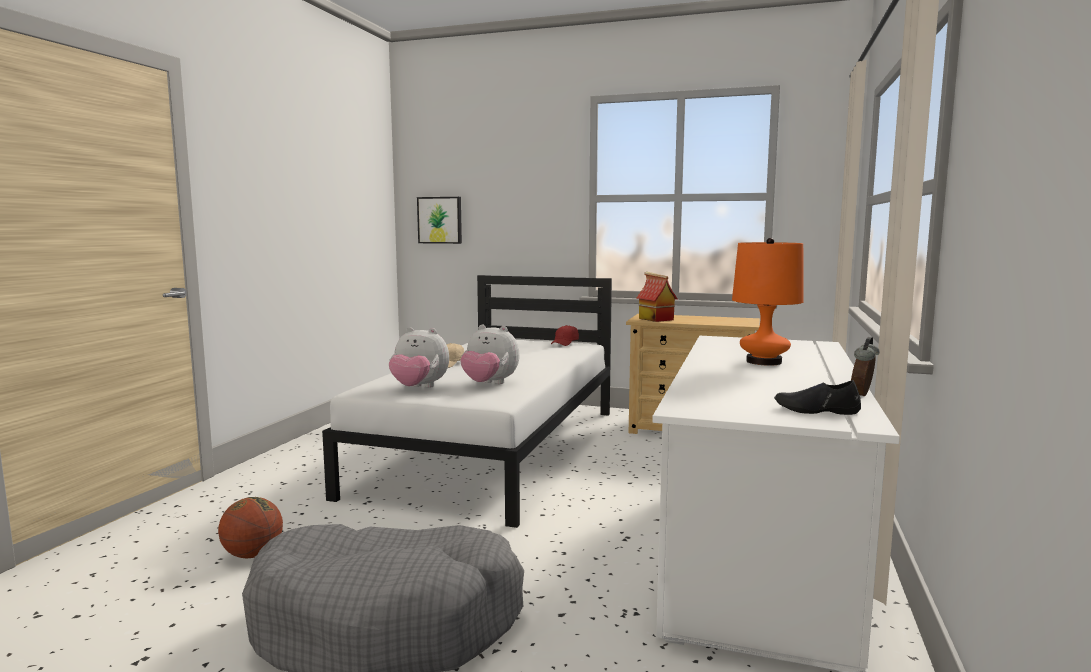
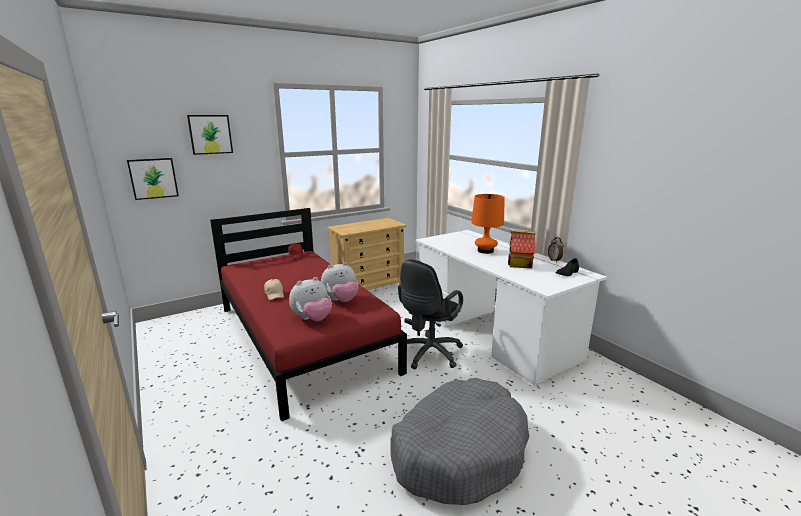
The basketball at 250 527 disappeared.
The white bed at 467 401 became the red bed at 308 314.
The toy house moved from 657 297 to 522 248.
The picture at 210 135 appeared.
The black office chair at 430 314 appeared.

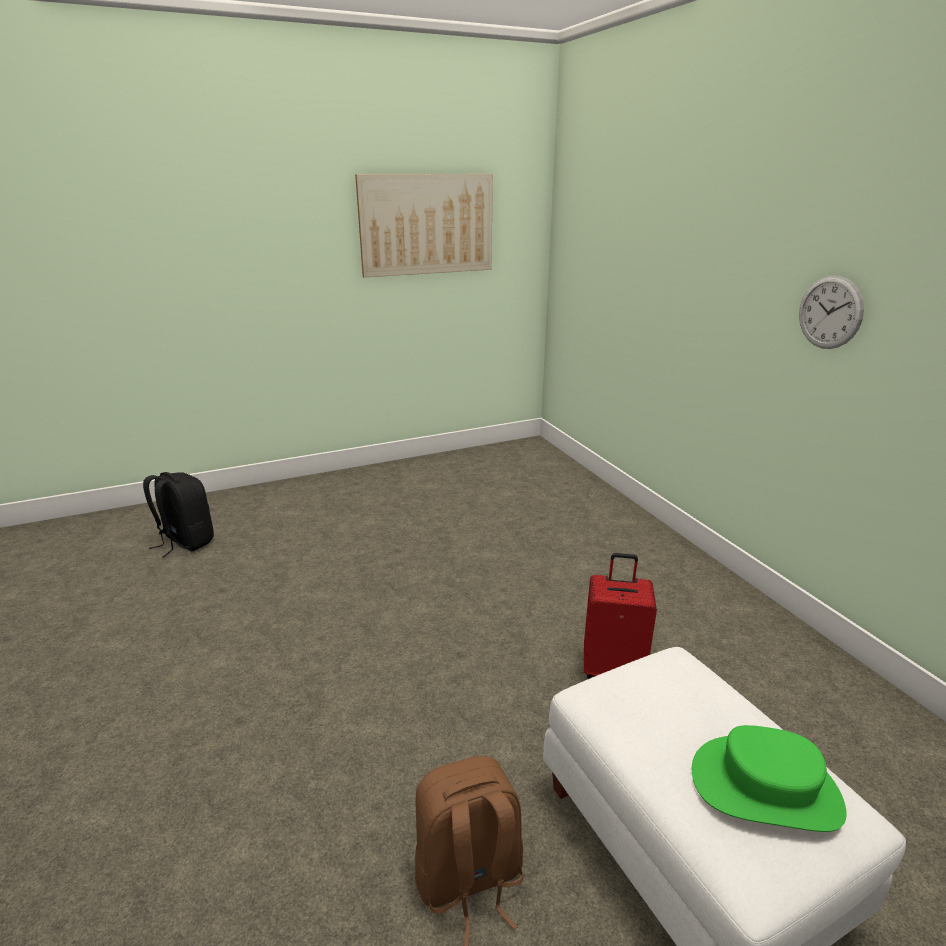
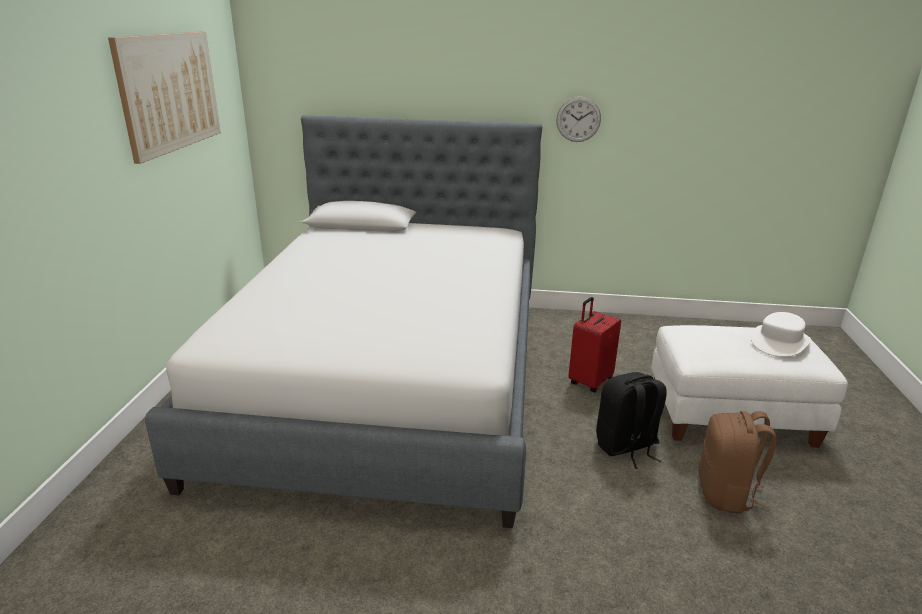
The black backpack moved from 178 515 to 631 420.
The green hat at 769 778 became the white hat at 781 334.
The bed at 343 321 appeared.

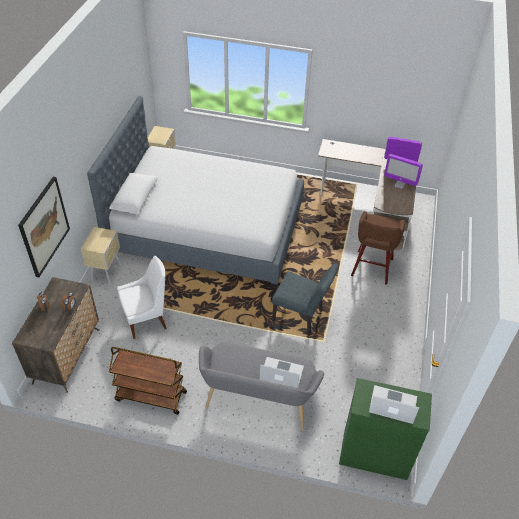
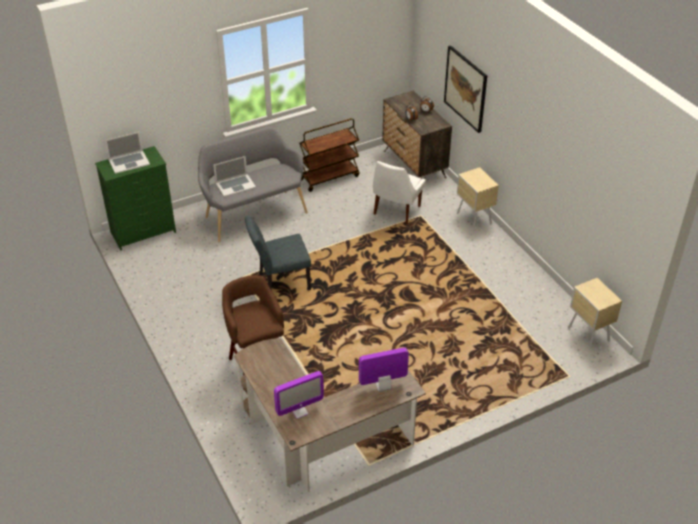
The bed at 195 192 disappeared.
The monitor moved from 403 171 to 384 369.

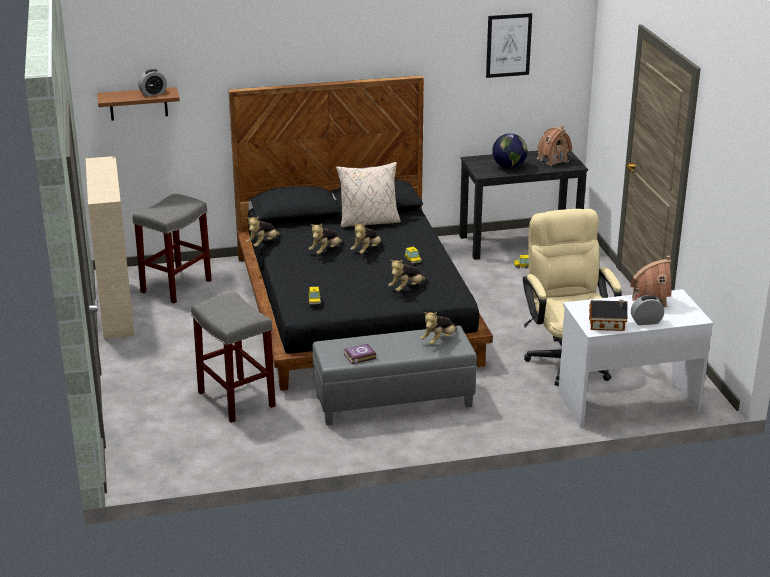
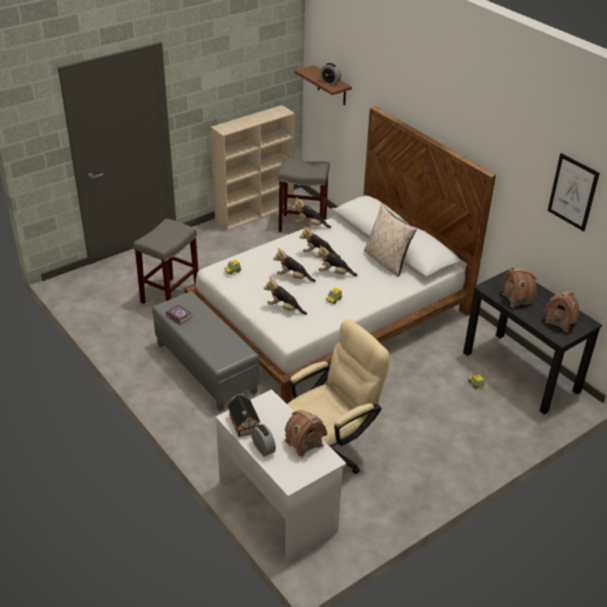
The black bed at 360 233 became the white bed at 340 254.
The plush toy moved from 438 328 to 294 265.
The globe at 510 151 was replaced by the toy house at 519 287.

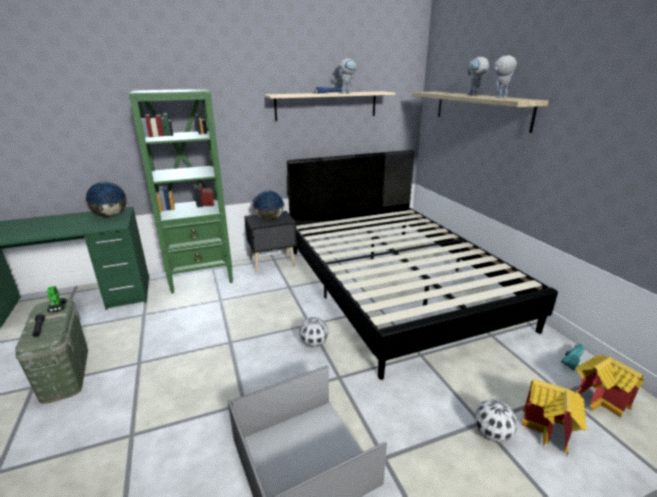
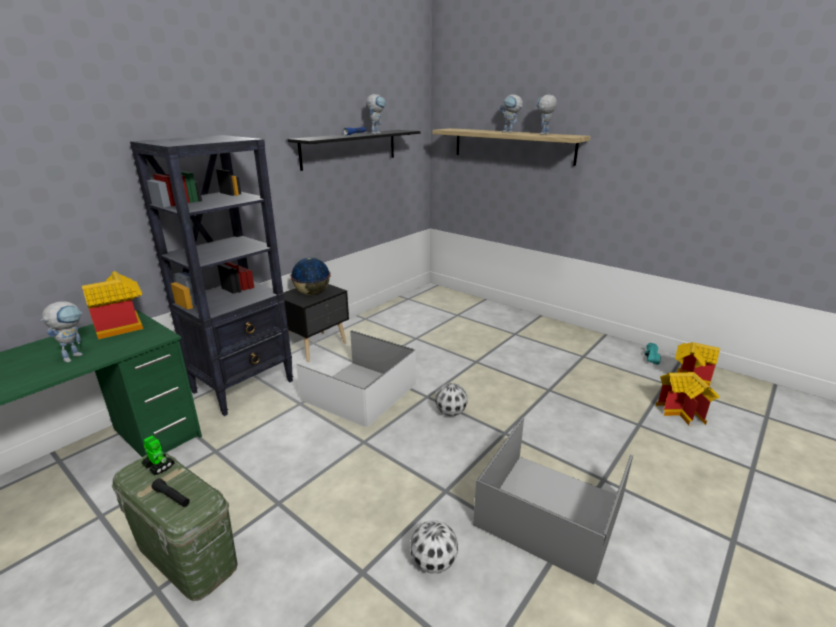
The globe at 106 199 was replaced by the toy house at 112 305.
The green bookcase at 181 191 became the black bookcase at 211 275.
The beige shelf at 329 106 became the black shelf at 354 150.
The black bed at 422 265 disappeared.
The football moved from 495 420 to 434 547.
The toy robot at 61 332 appeared.
The white storage box at 356 378 appeared.

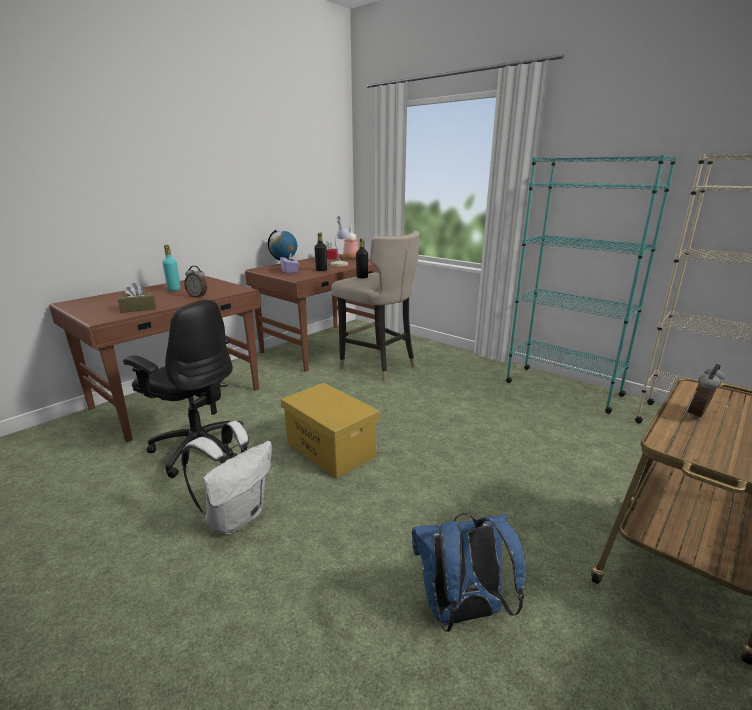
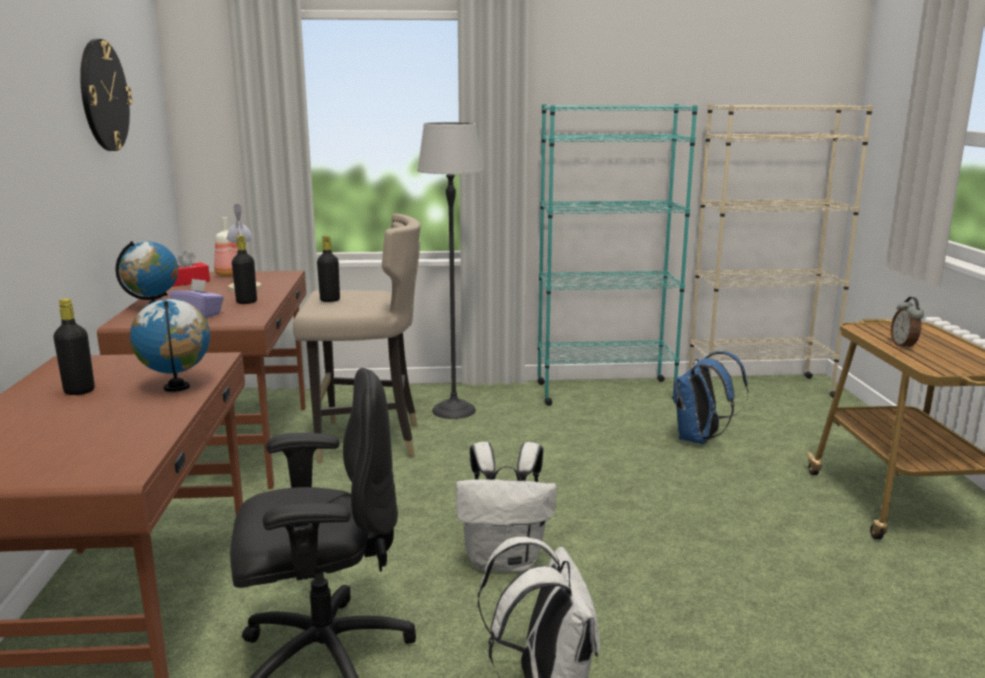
The brown tissue box at 137 298 disappeared.
The turquoise bottle at 171 268 became the black bottle at 74 346.
The alarm clock at 195 282 was replaced by the globe at 170 345.
The yellow storage box at 330 431 was replaced by the white backpack at 506 507.
The blue backpack moved from 469 572 to 711 397.
The wall clock at 106 95 appeared.
The floor lamp at 450 270 appeared.

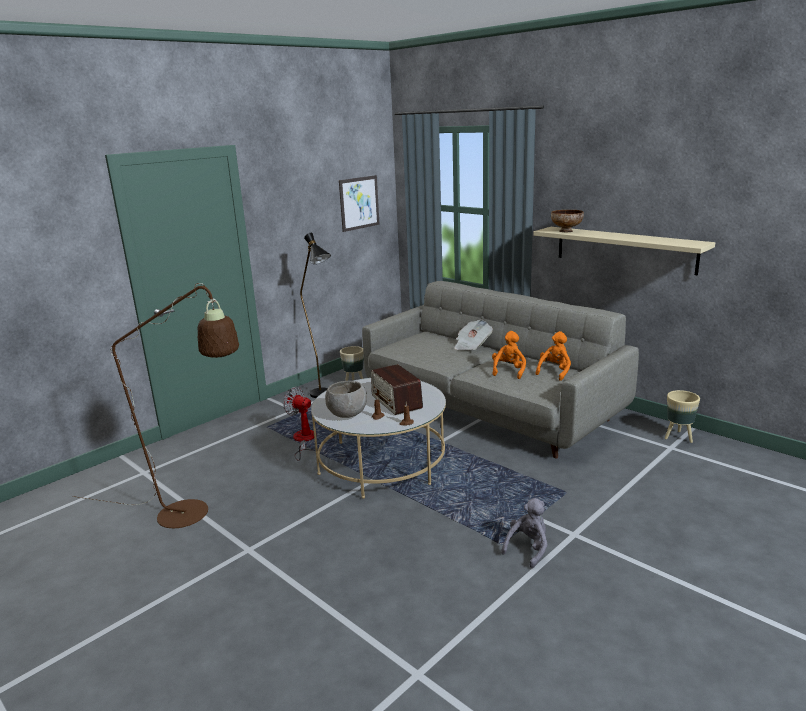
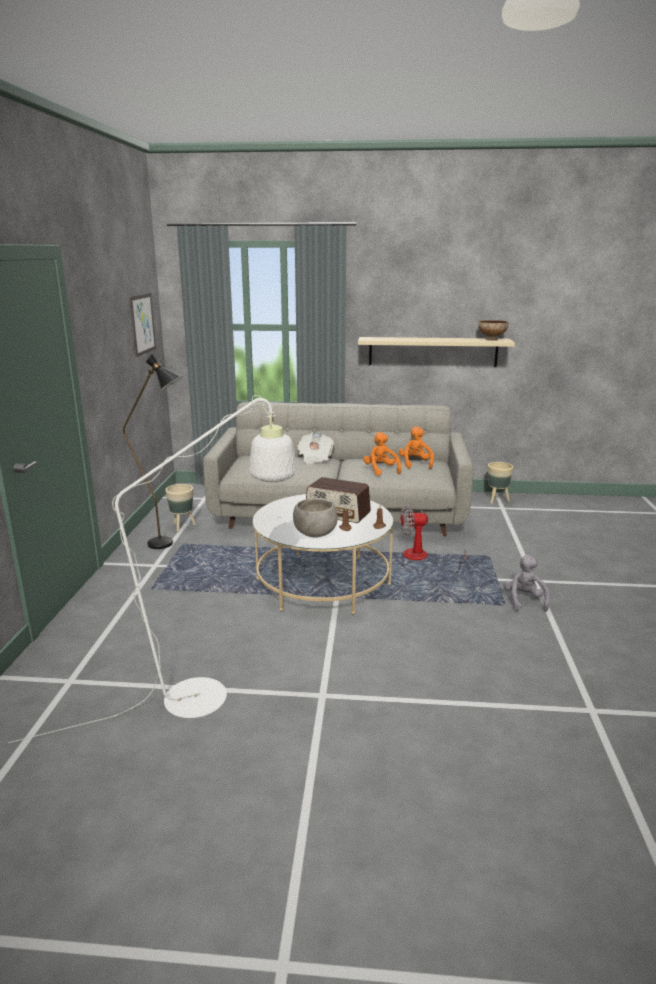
The brown floor lamp at 156 405 became the white floor lamp at 152 569.
The fan moved from 298 424 to 433 539.
The bowl moved from 567 221 to 493 330.

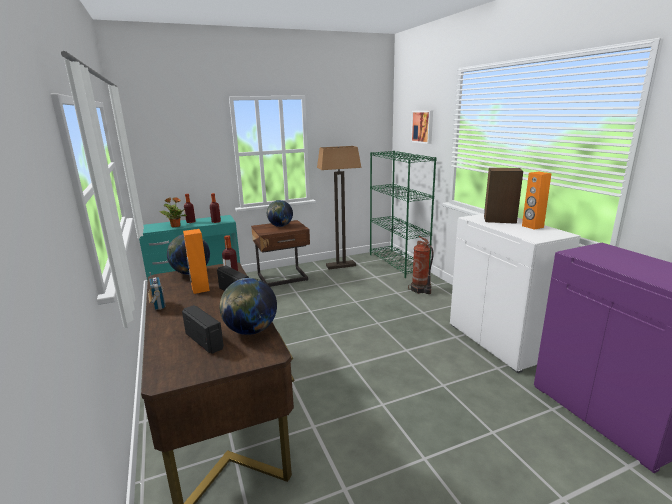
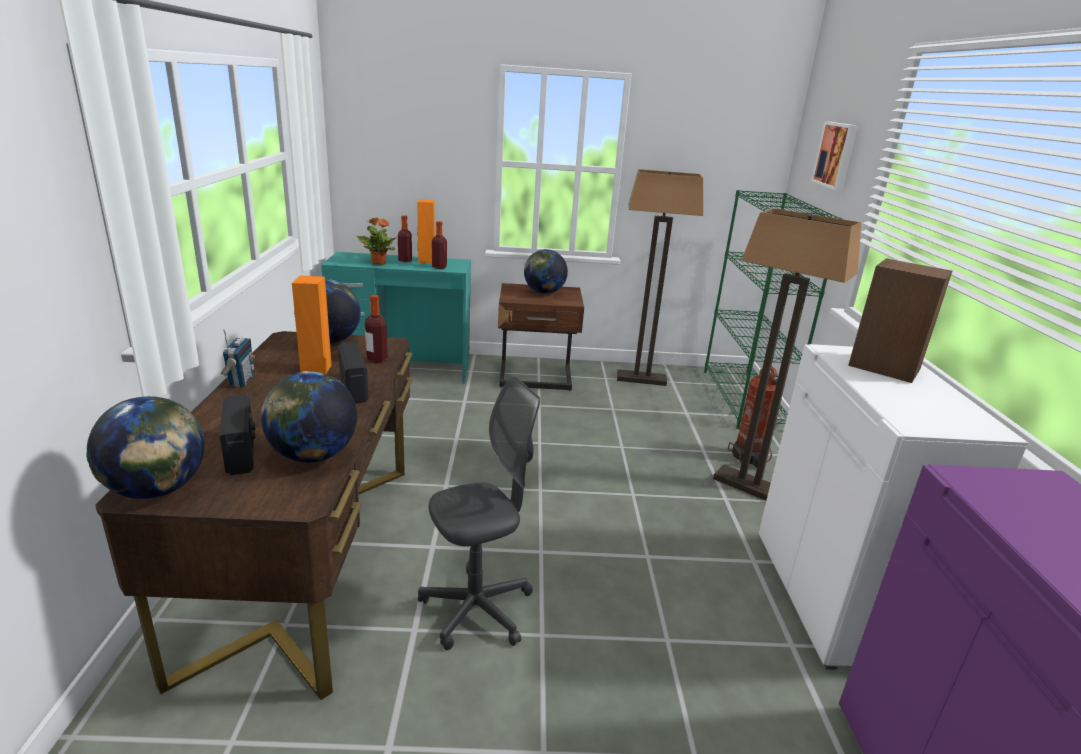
The orange speaker moved from 537 201 to 426 231.
The globe at 145 447 appeared.
The grey office chair at 479 513 appeared.
The floor lamp at 787 354 appeared.

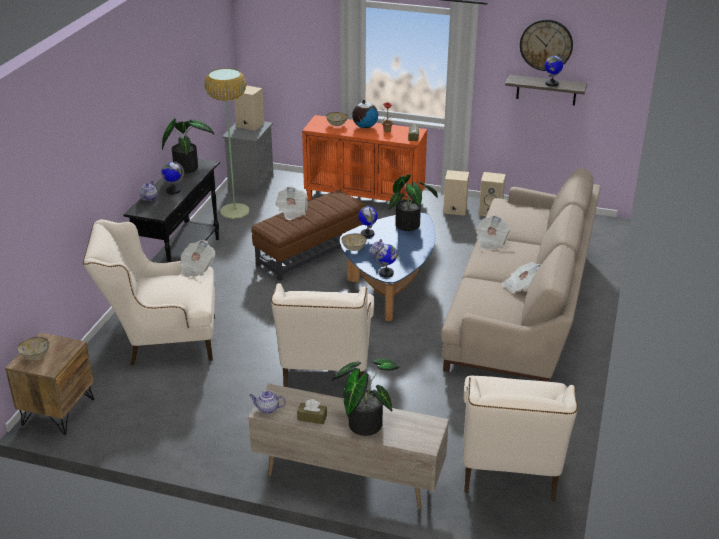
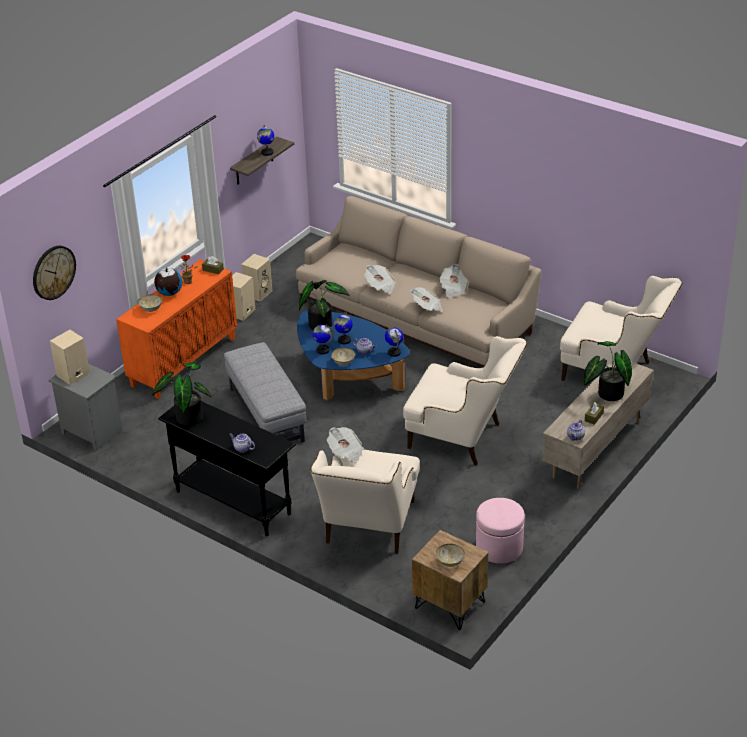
The globe moved from 172 177 to 343 328.
The floor lamp at 226 143 disappeared.
The brown ottoman at 308 235 became the grey ottoman at 265 392.
The newspaper moved from 292 203 to 426 299.
The wall clock moved from 546 45 to 54 273.
The pink ottoman at 500 531 appeared.

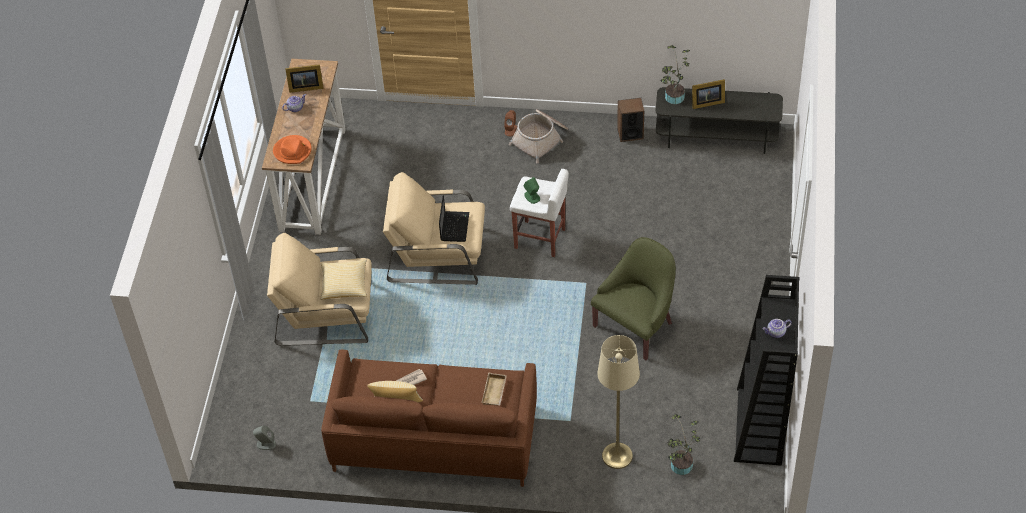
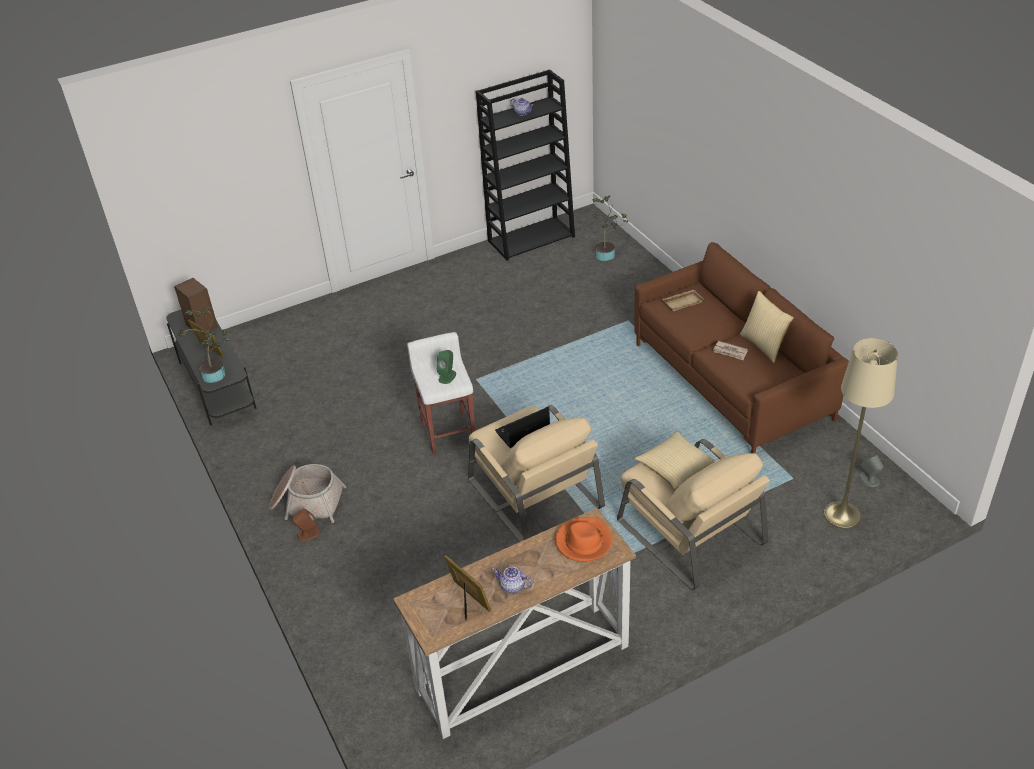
The green armchair at 633 298 disappeared.
The beige floor lamp moved from 618 402 to 861 433.
The speaker moved from 630 120 to 196 305.

